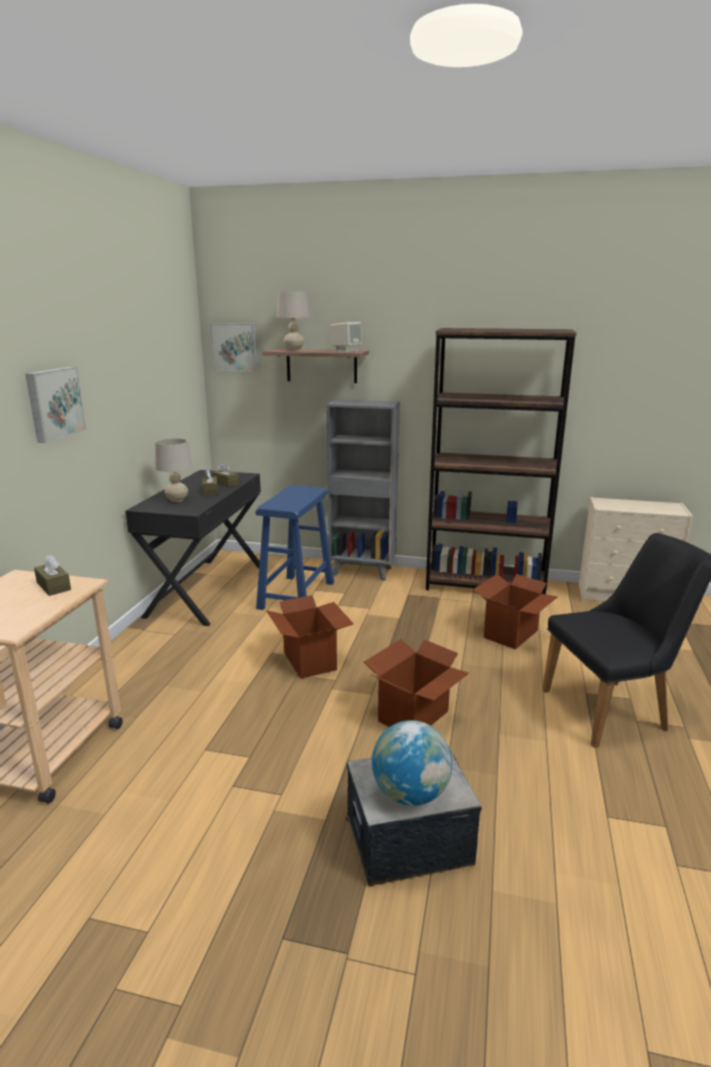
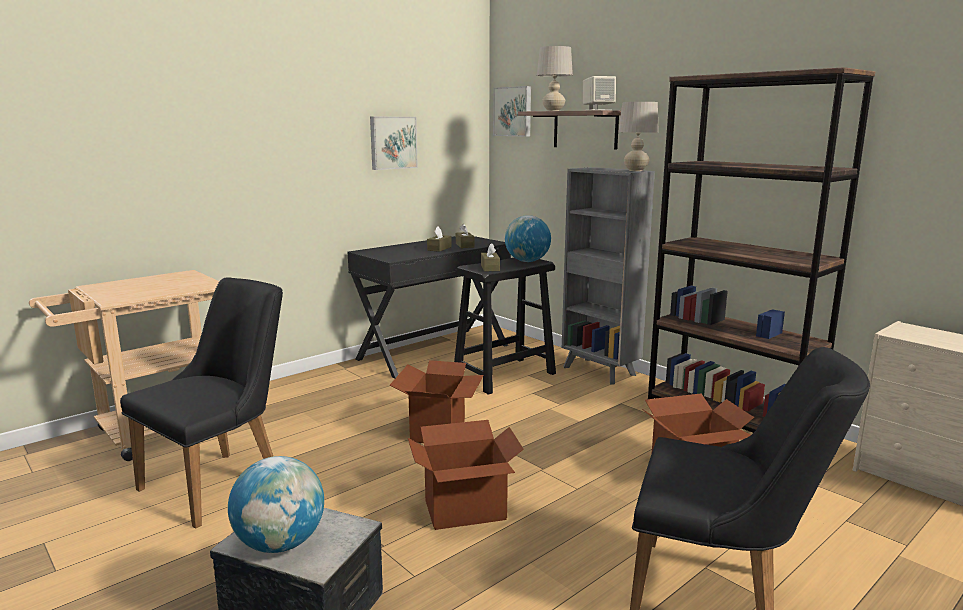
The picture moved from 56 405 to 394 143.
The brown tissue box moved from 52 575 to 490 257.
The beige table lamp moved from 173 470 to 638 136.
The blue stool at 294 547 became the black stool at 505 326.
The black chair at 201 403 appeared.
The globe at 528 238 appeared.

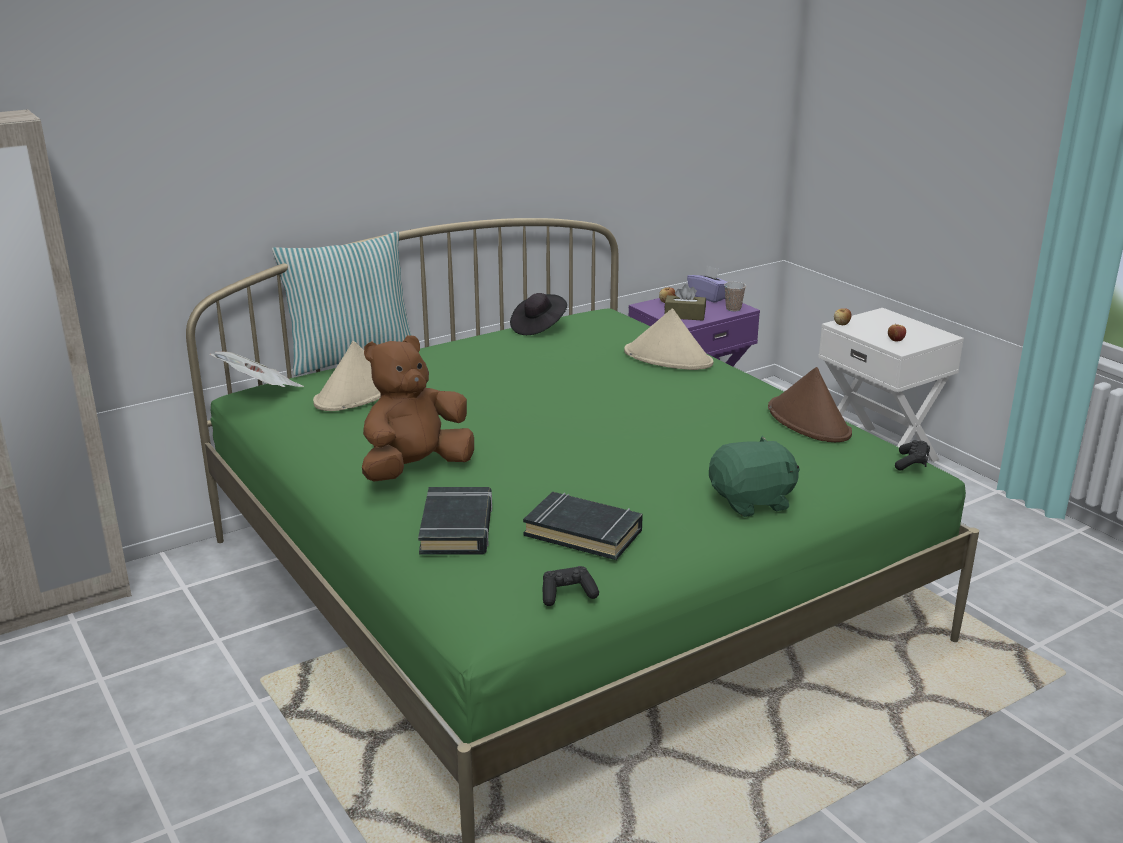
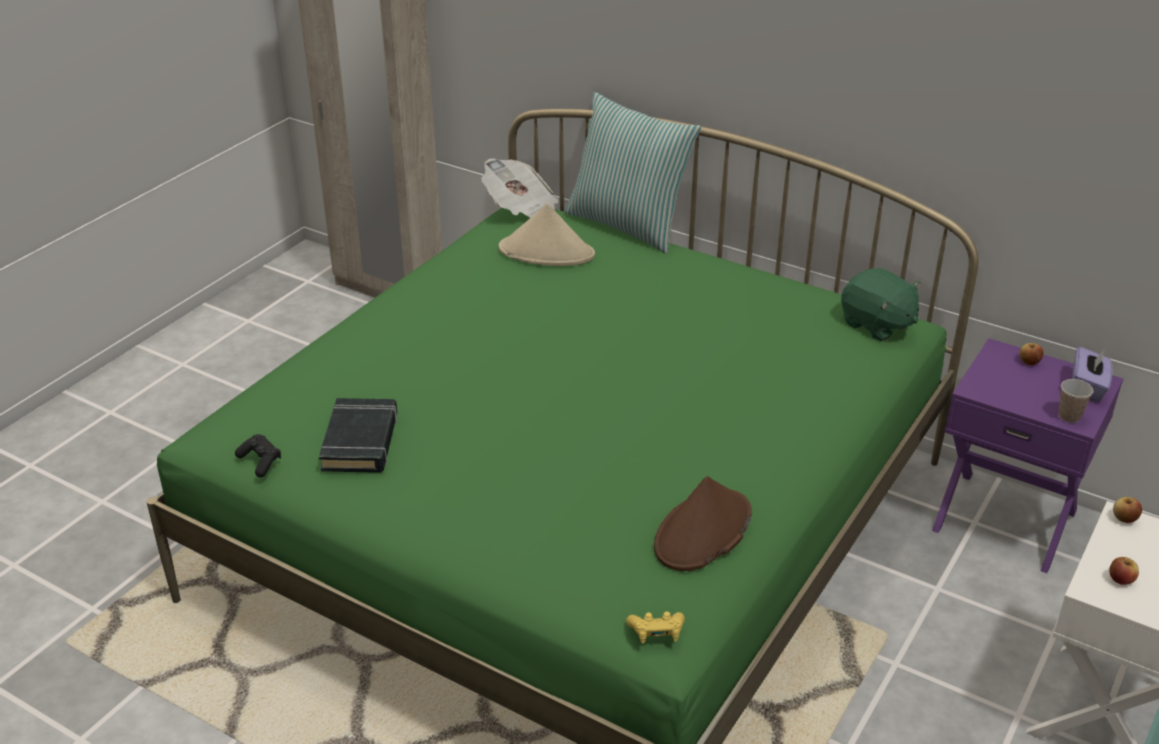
The brown plush toy at 418 408 disappeared.
The black book at 455 520 disappeared.
The black hat at 538 314 disappeared.
The beige hat at 668 339 disappeared.
The brown tissue box at 685 302 disappeared.
The green plush toy moved from 754 476 to 881 304.
The black game controller at 912 455 became the yellow game controller at 655 627.

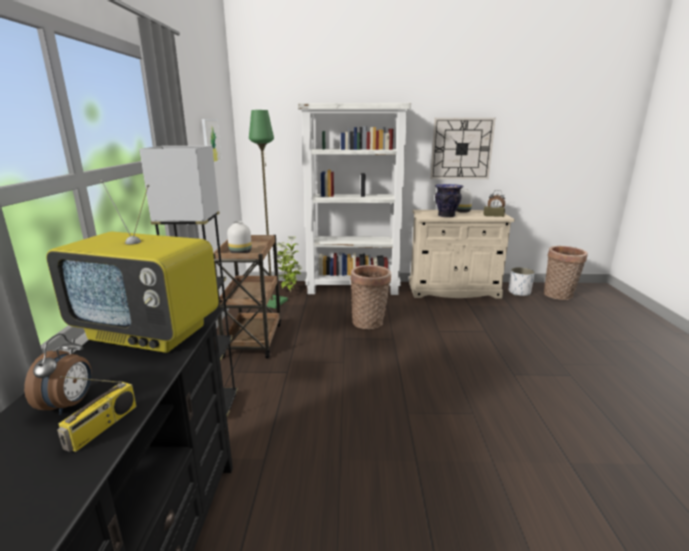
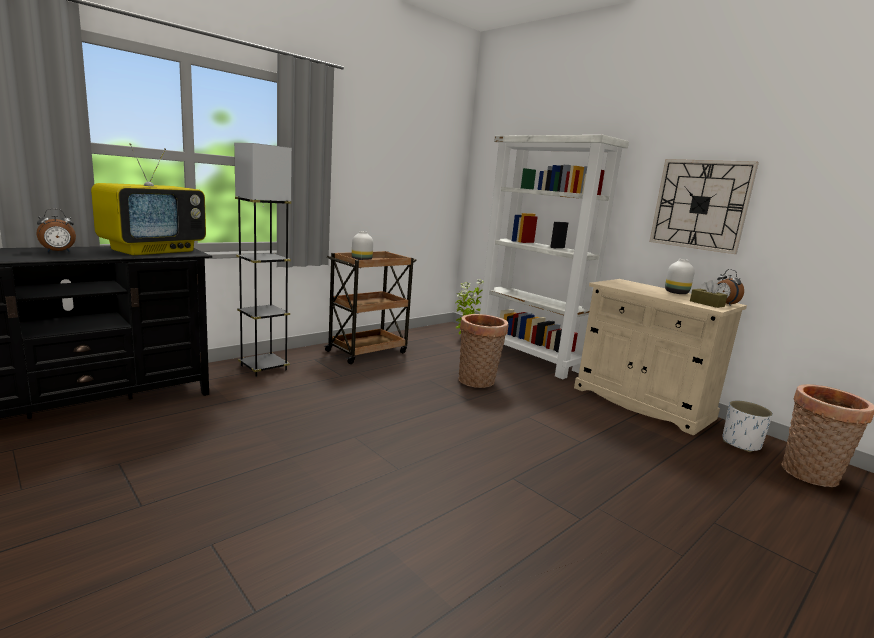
The television at 132 266 turned 120 degrees counterclockwise.
The radio at 97 414 disappeared.
The picture at 212 141 disappeared.
The green floor lamp at 268 209 disappeared.
The vase at 449 201 disappeared.

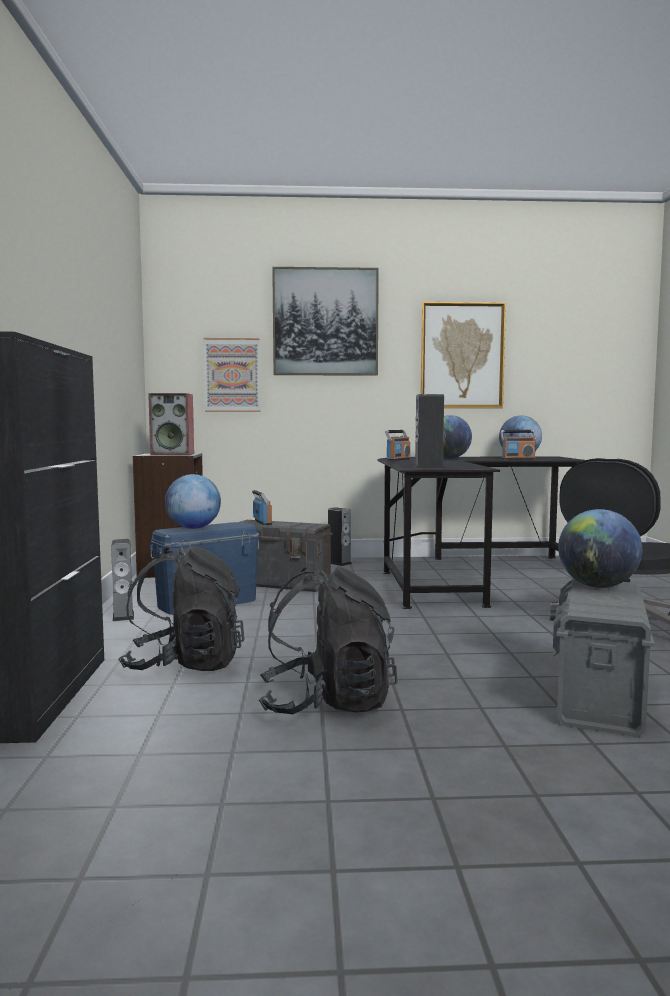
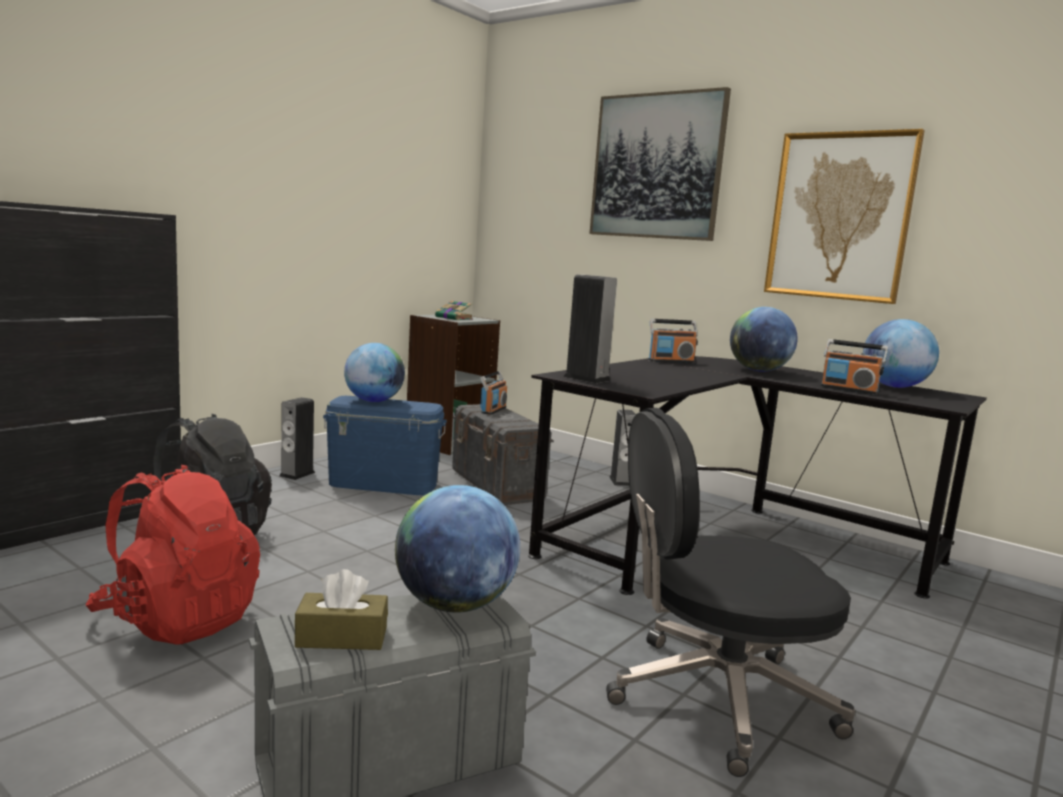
The speaker at 171 424 was replaced by the book at 454 310.
The picture at 232 375 disappeared.
The black backpack at 328 640 became the red backpack at 173 555.
The brown tissue box at 341 609 appeared.

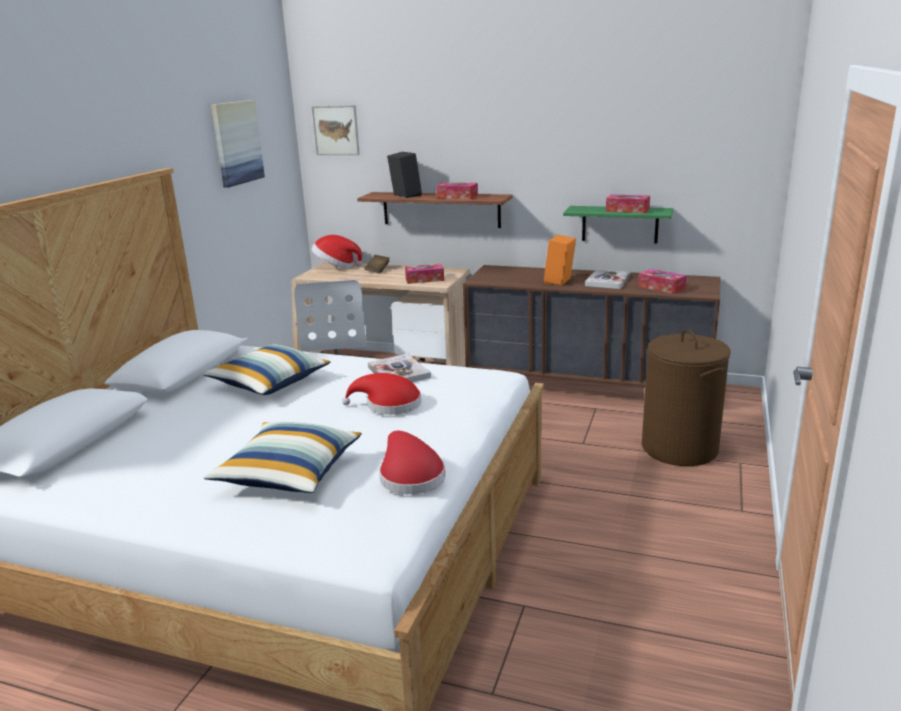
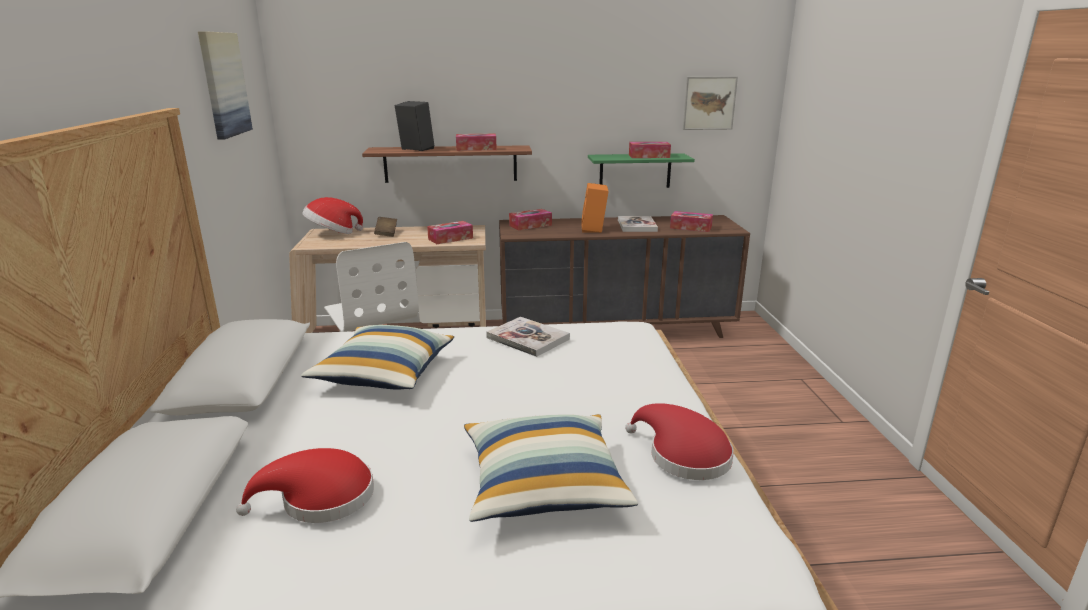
The picture moved from 336 130 to 710 103.
The red hat moved from 381 394 to 305 485.
The brown laundry basket at 686 397 disappeared.
The tissue box at 530 219 appeared.

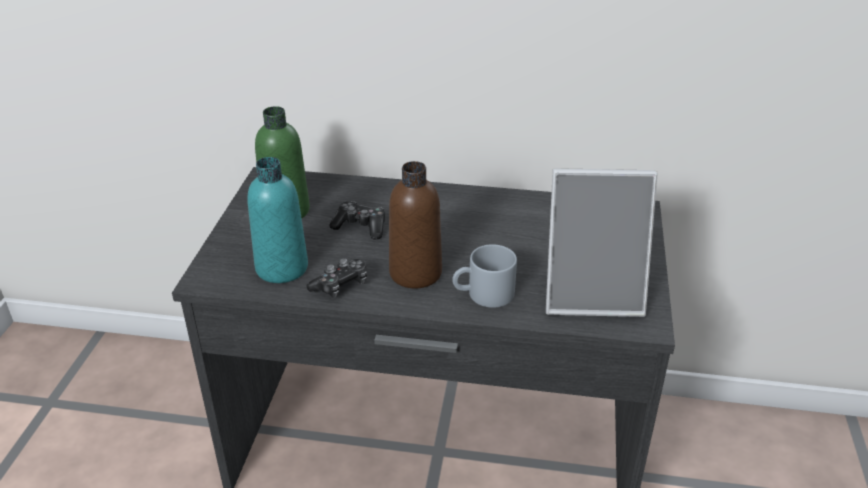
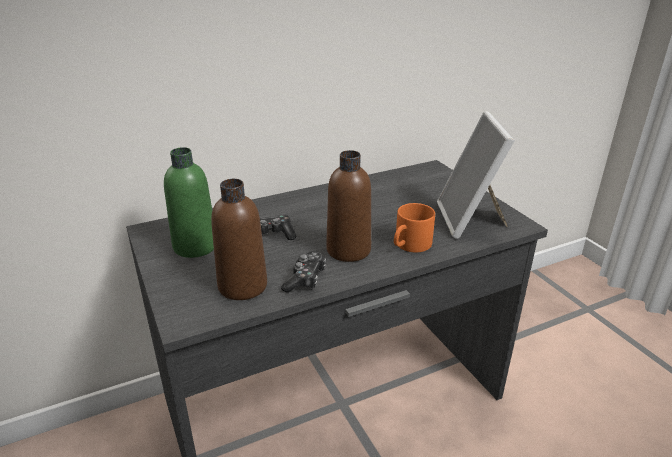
The turquoise bottle at 277 220 became the brown bottle at 239 239.
The grey mug at 484 276 became the orange mug at 414 227.
The picture frame at 602 242 turned 120 degrees clockwise.

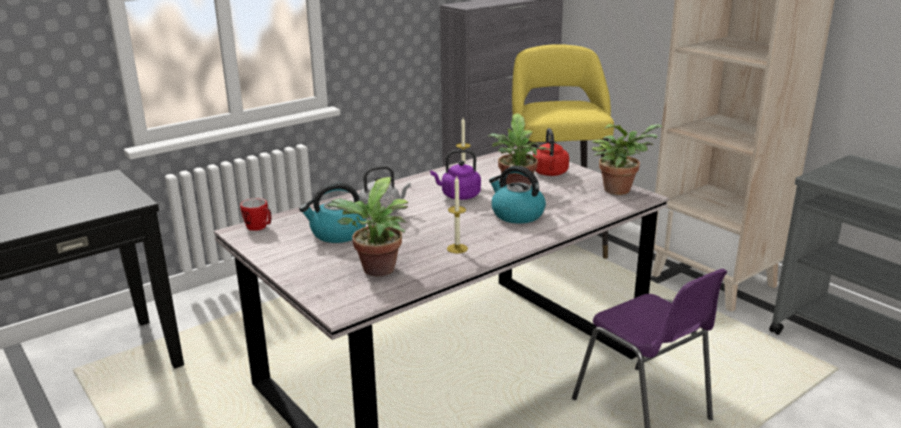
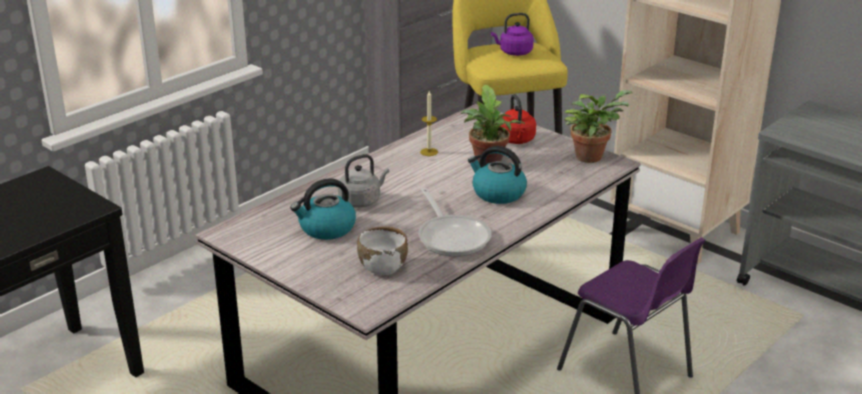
The mug at 255 214 disappeared.
The potted plant at 366 226 was replaced by the white bowl at 382 250.
The purple kettle moved from 455 175 to 512 34.
The candle at 457 214 was replaced by the frying pan at 455 222.

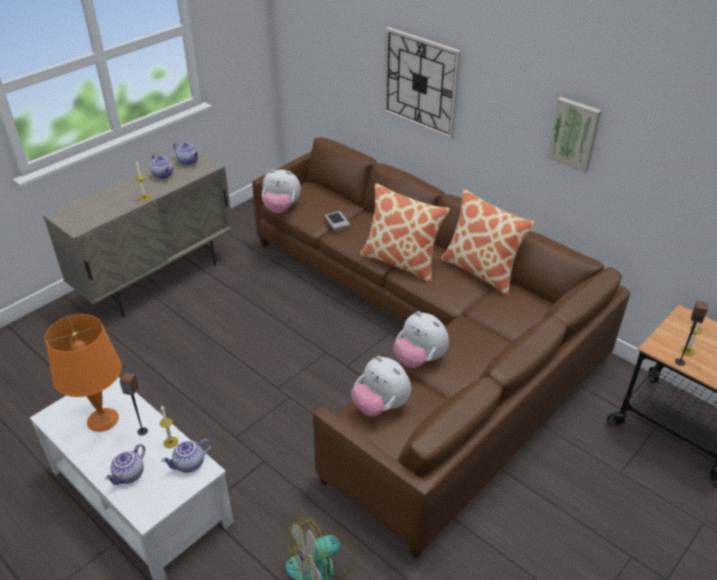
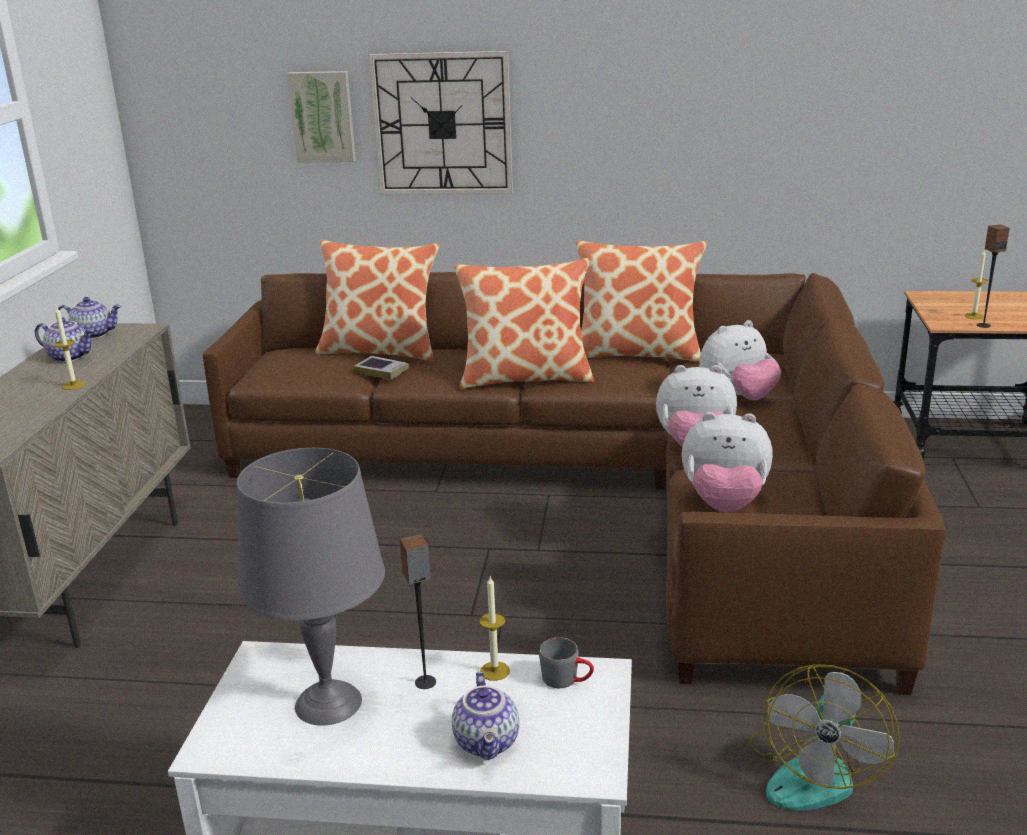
The orange table lamp at 83 373 became the grey table lamp at 311 587.
The teapot at 186 456 was replaced by the grey mug at 566 662.
The plush toy moved from 281 191 to 740 360.
The picture moved from 574 135 to 321 117.
The pillow at 377 300 appeared.

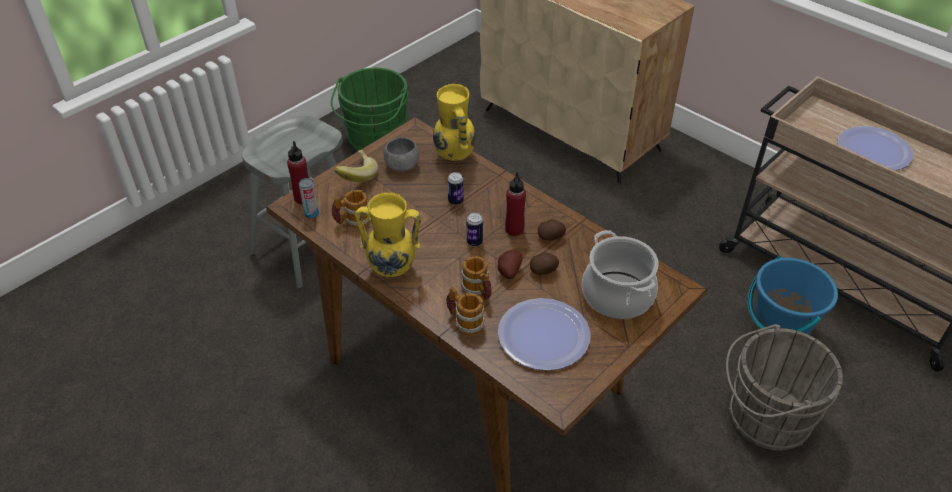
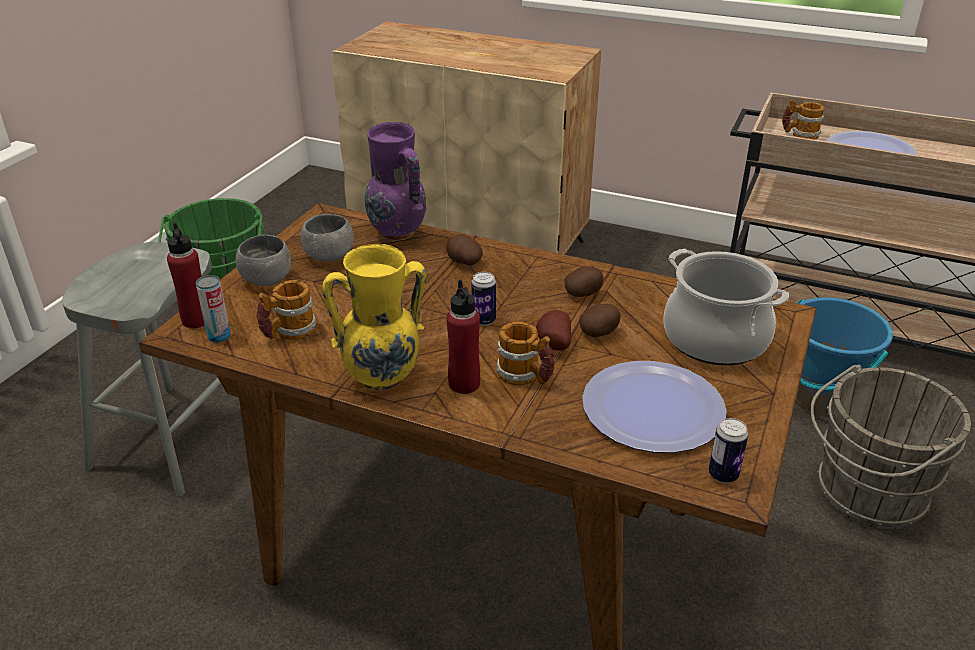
The banana at 356 166 was replaced by the grey bowl at 263 260.
The yellow vase at 454 123 became the purple vase at 396 181.
The mug moved from 465 311 to 803 119.
The can moved from 456 188 to 728 450.
The red bottle moved from 515 204 to 463 337.
The potato at 465 250 appeared.

